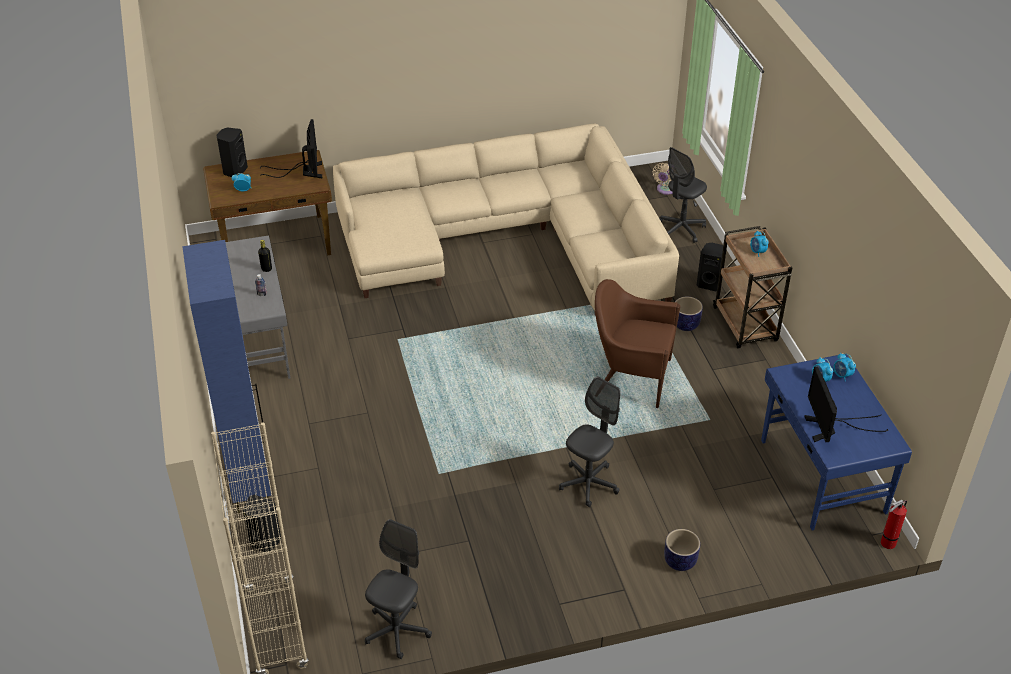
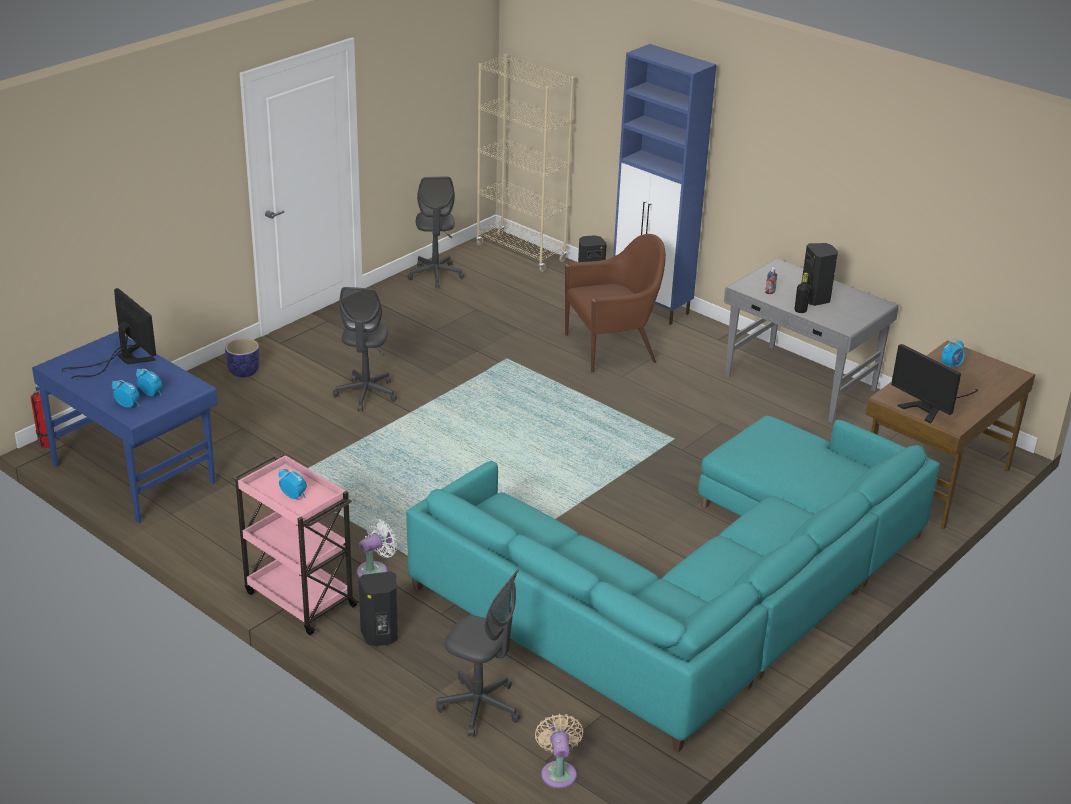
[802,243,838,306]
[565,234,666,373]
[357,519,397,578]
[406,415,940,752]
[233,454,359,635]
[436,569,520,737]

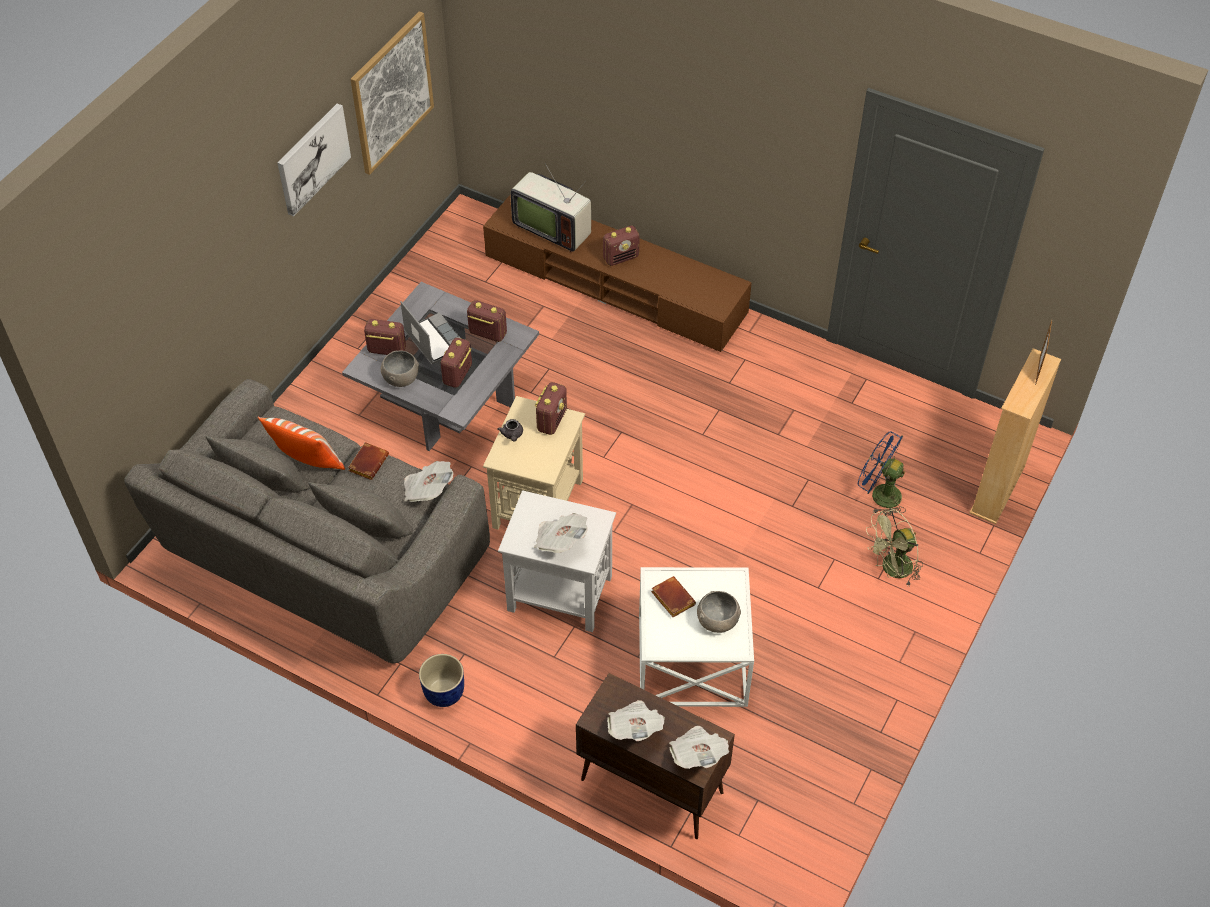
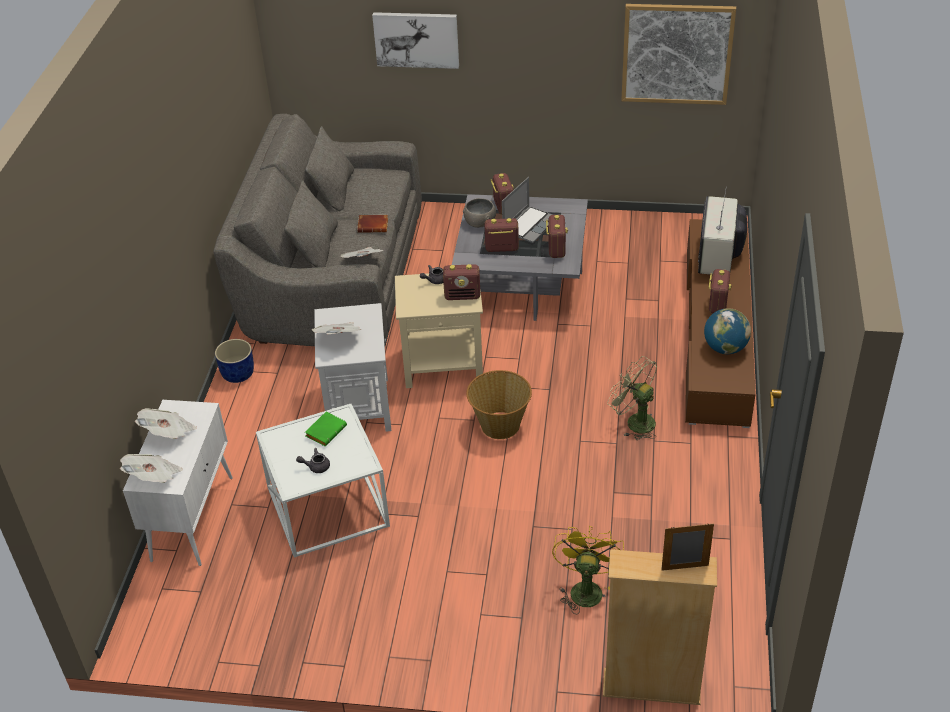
[258,417,345,470] (first image)
[466,370,532,439]
[704,308,751,354]
[372,12,459,69]
[607,356,657,440]
[296,448,330,473]
[123,400,233,566]
[305,412,347,446]
[552,526,624,614]
[709,269,732,313]

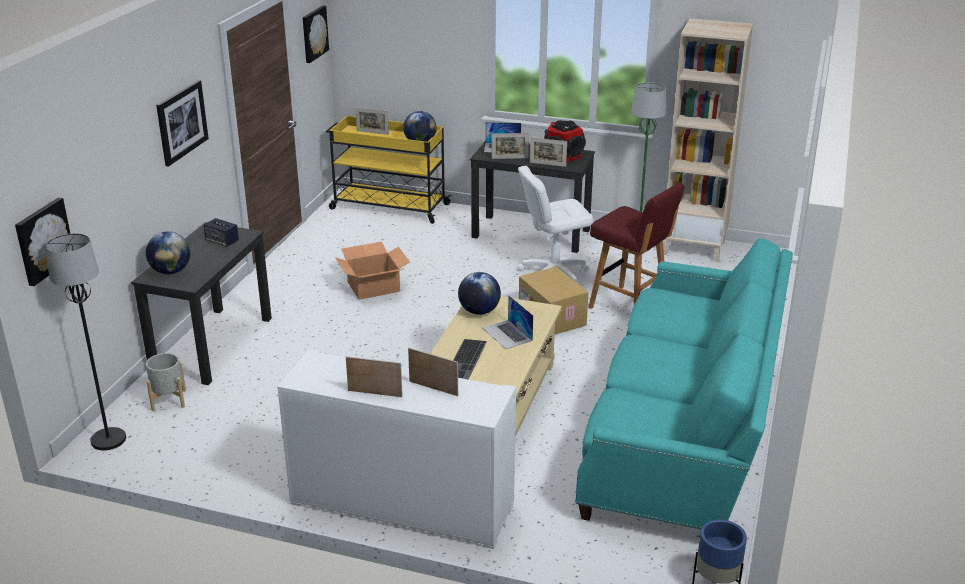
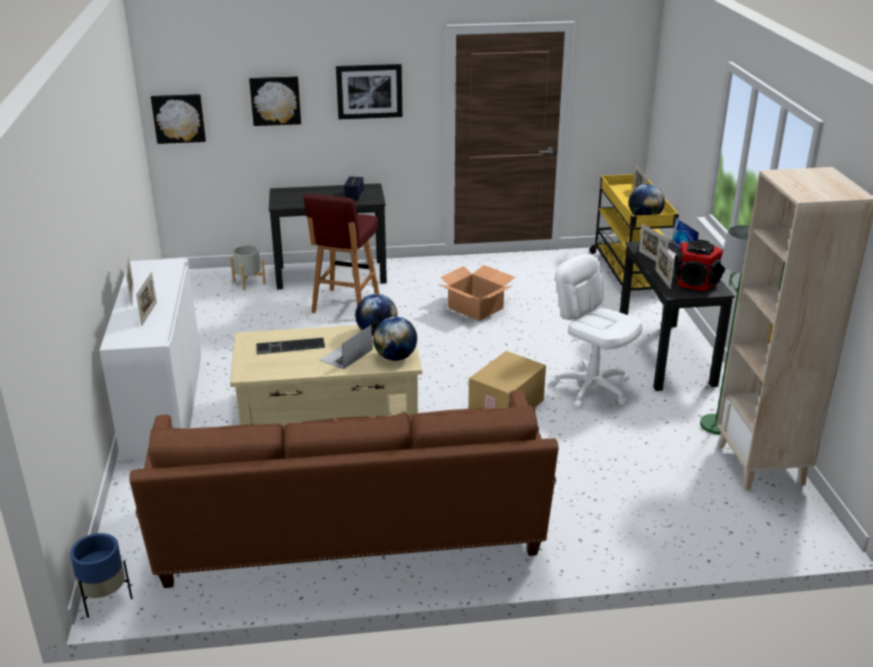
[46,233,126,450] (first image)
[373,317,417,361]
[249,76,301,126]
[304,194,380,313]
[129,390,559,588]

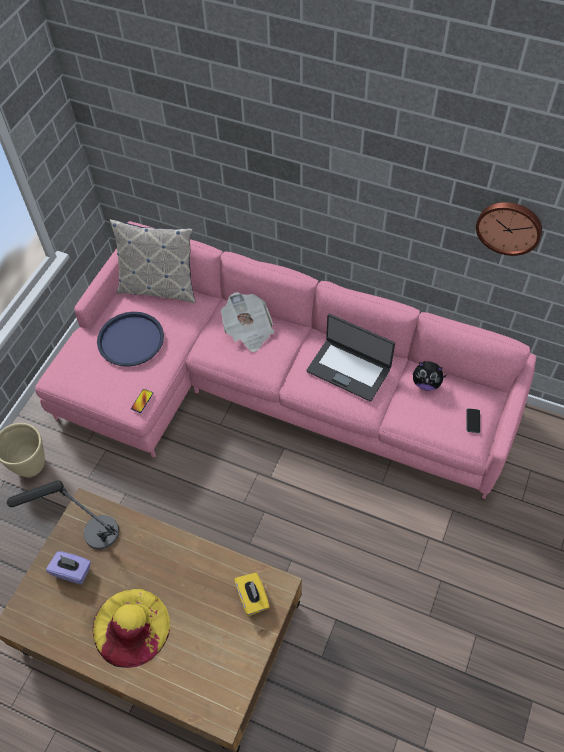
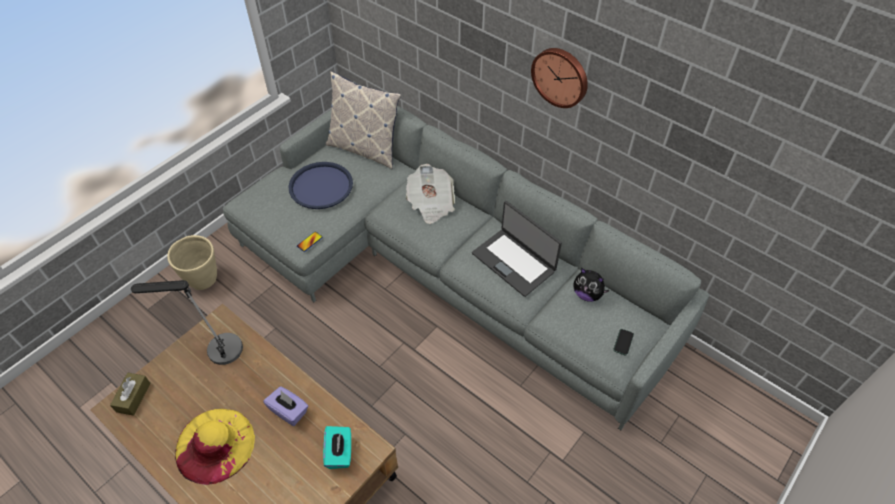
[110,373,150,416]
[263,386,309,426]
[531,48,588,108]
[223,81,709,430]
[323,426,351,469]

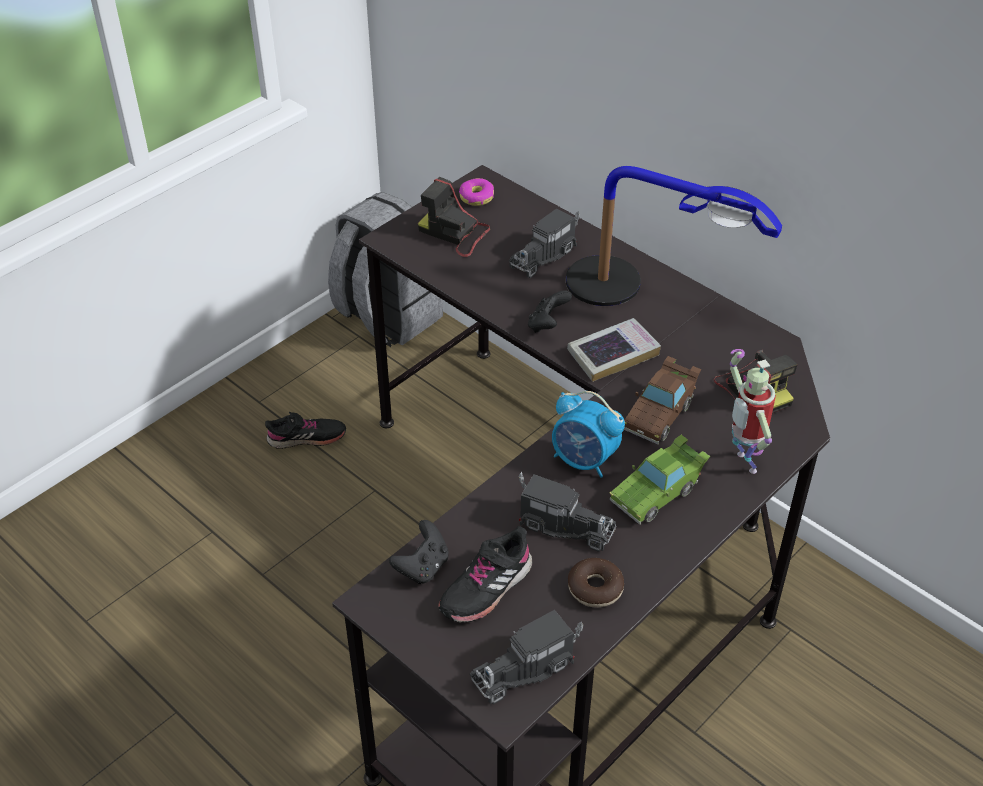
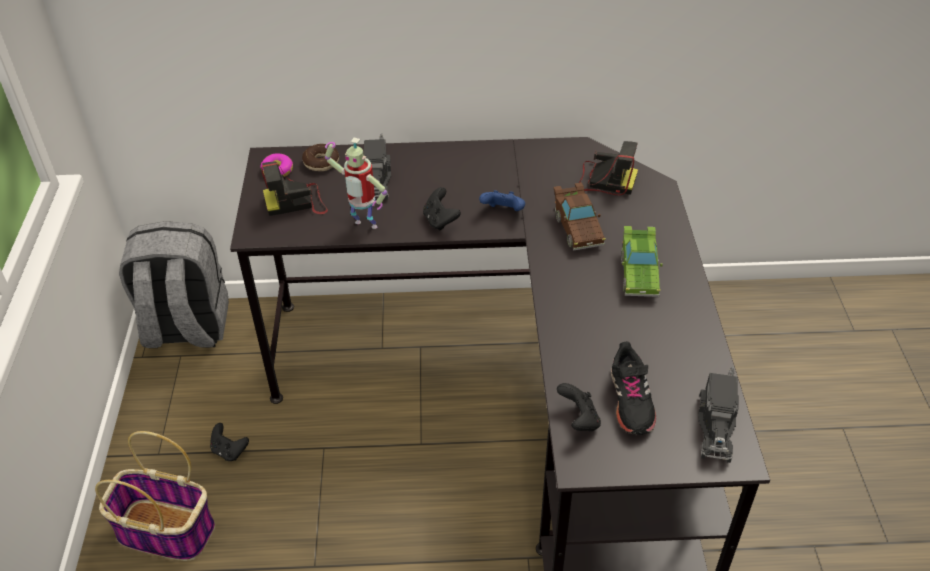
[518,472,616,552] (first image)
[552,391,625,478] (first image)
[566,166,782,306] (first image)
[95,431,215,561]
[302,144,339,171]
[325,138,387,229]
[210,423,249,461]
[479,190,525,211]

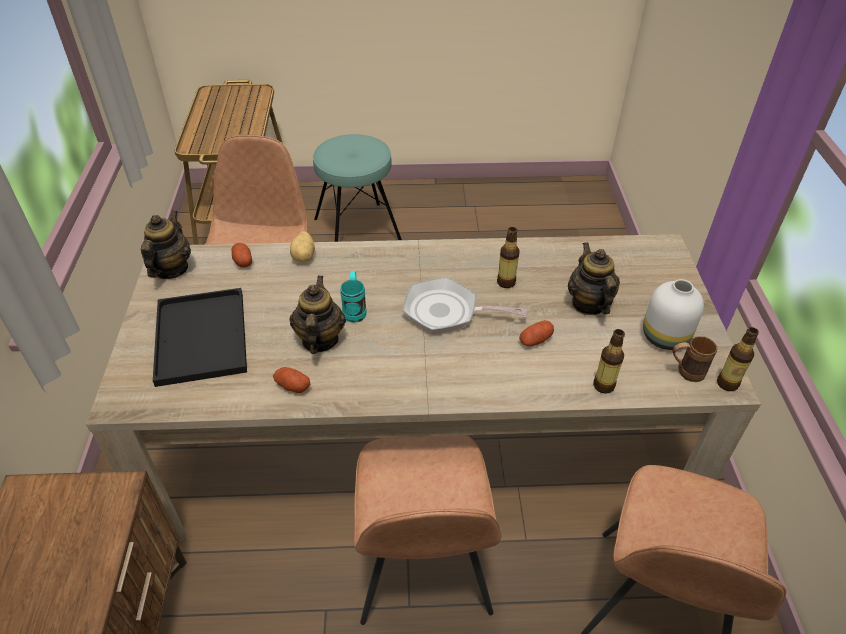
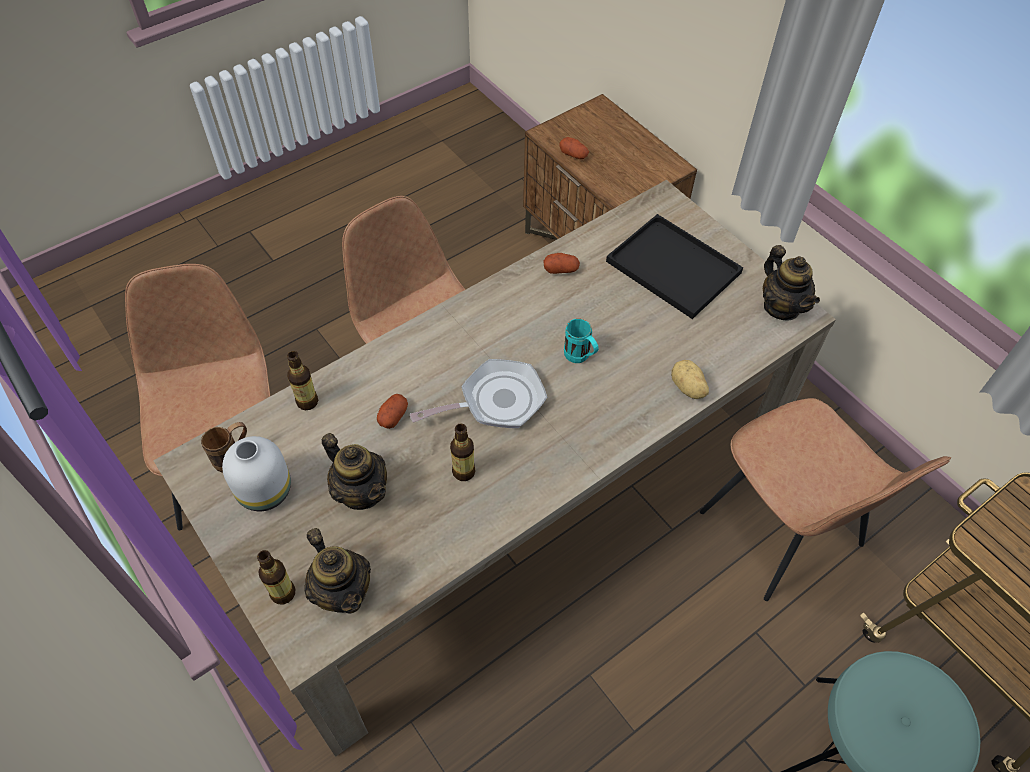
[559,137,589,159]
[304,528,371,613]
[257,550,295,604]

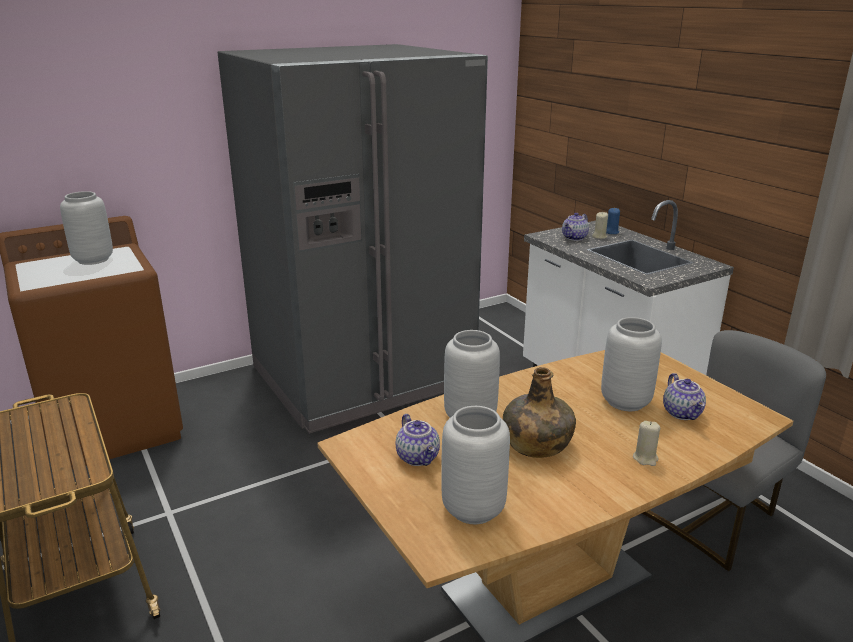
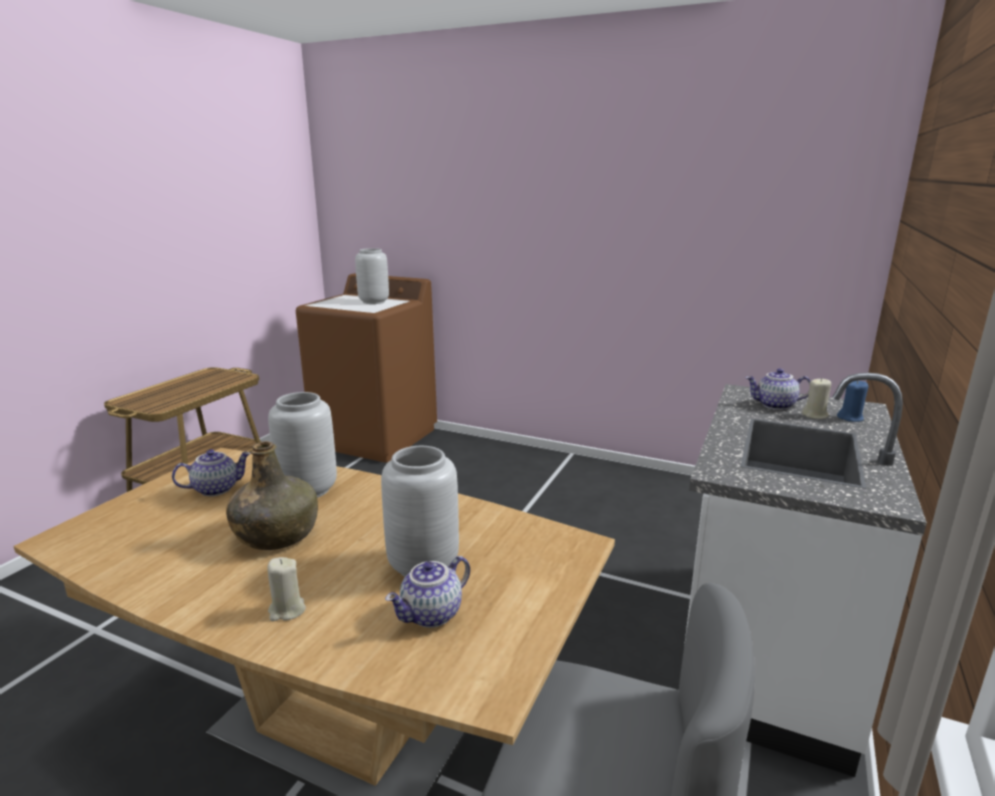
[217,44,488,434] (first image)
[441,406,510,524] (first image)
[172,449,251,496]

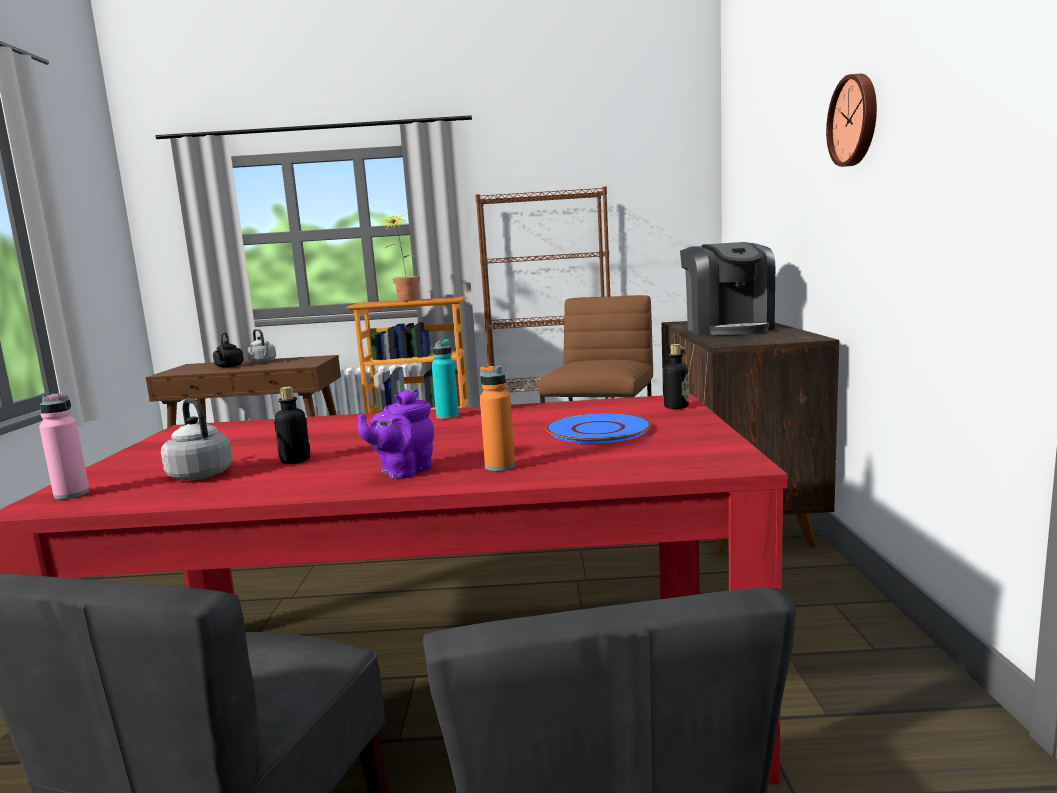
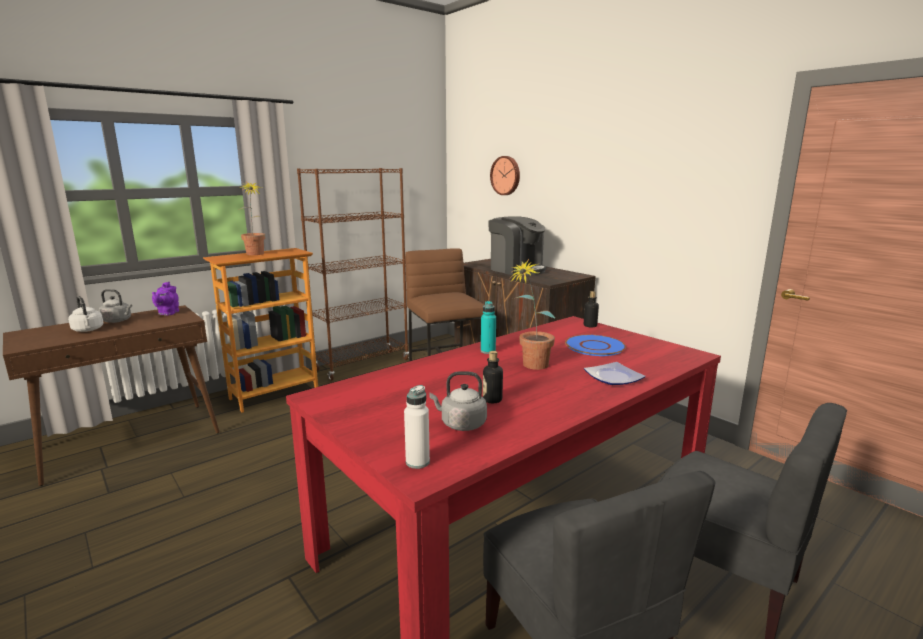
[511,259,555,370]
[152,282,179,316]
[490,156,520,195]
[584,362,646,385]
[404,385,430,469]
[68,296,104,332]

